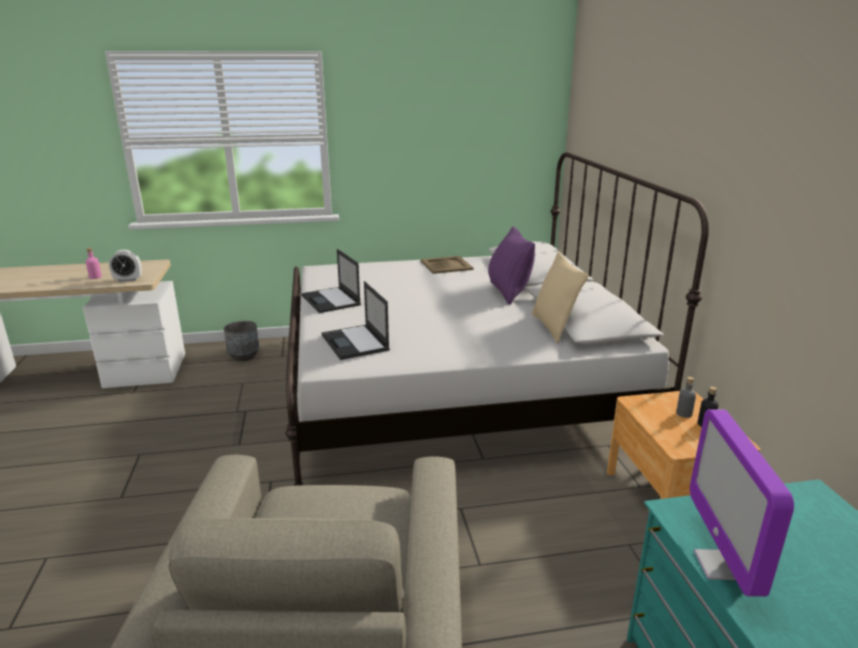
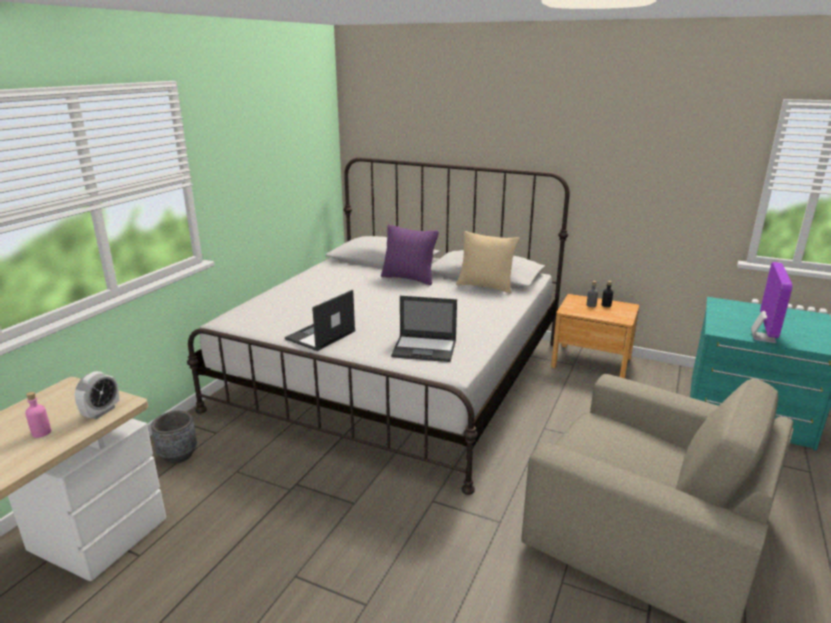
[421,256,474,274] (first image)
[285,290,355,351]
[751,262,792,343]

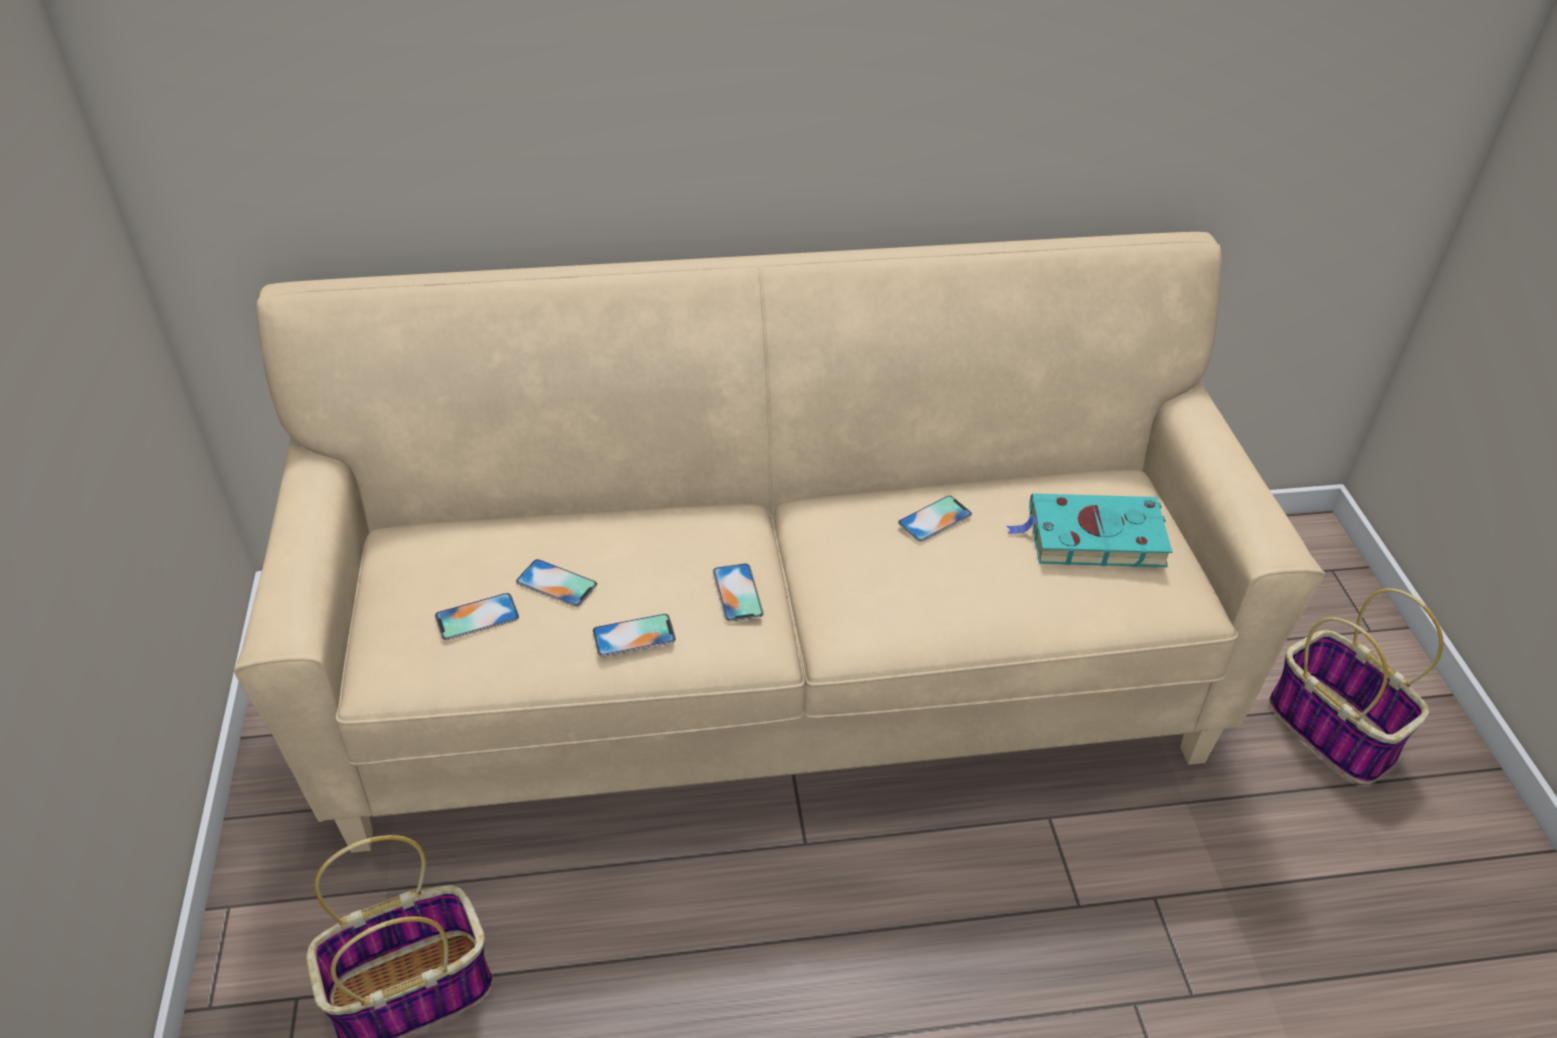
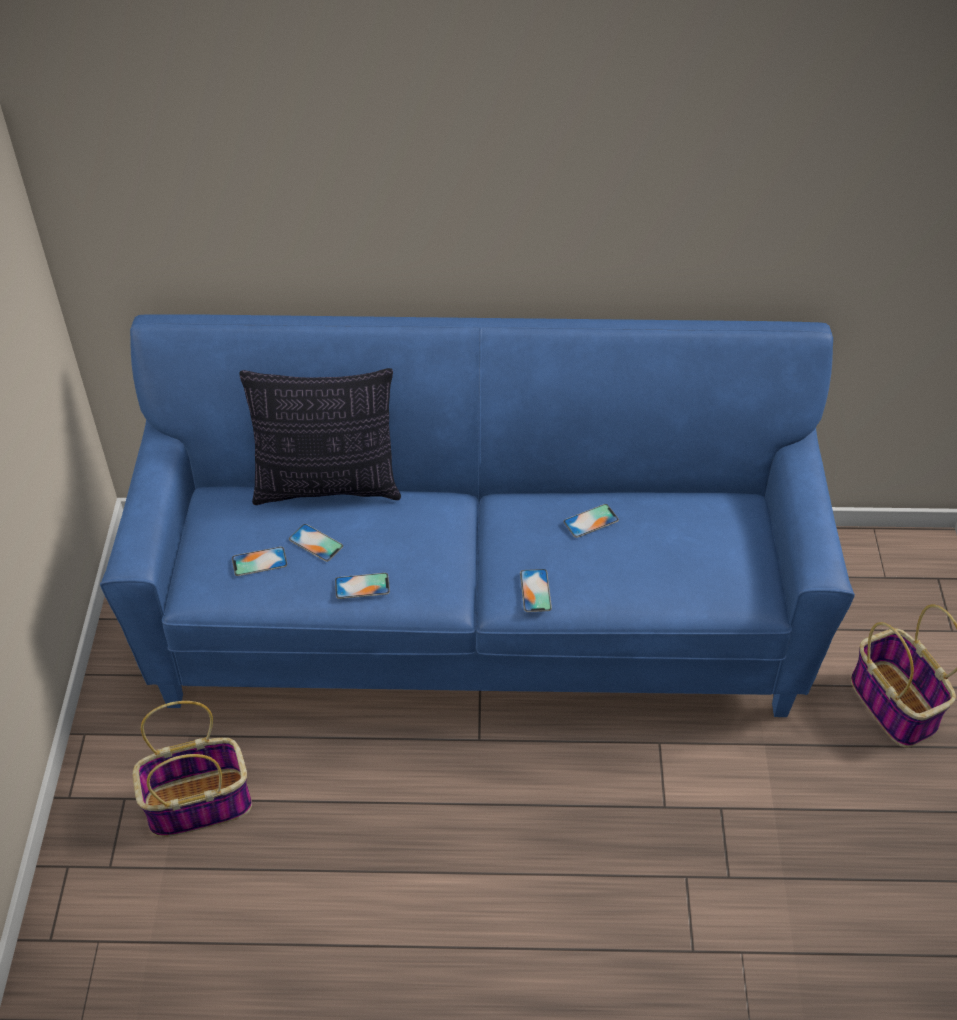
[1007,493,1172,567] (first image)
[239,368,401,505]
[520,569,552,612]
[100,314,855,717]

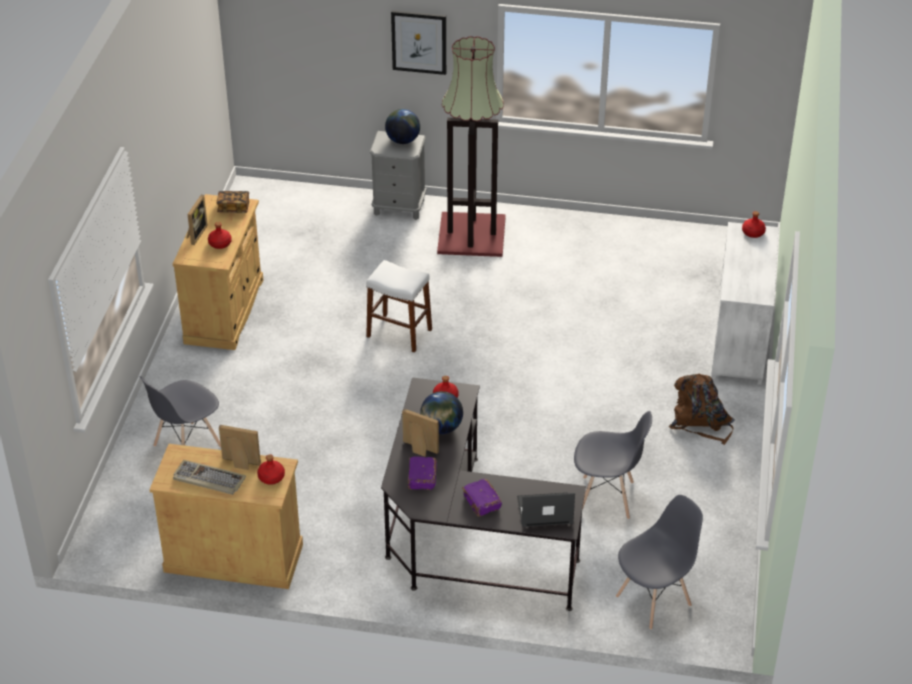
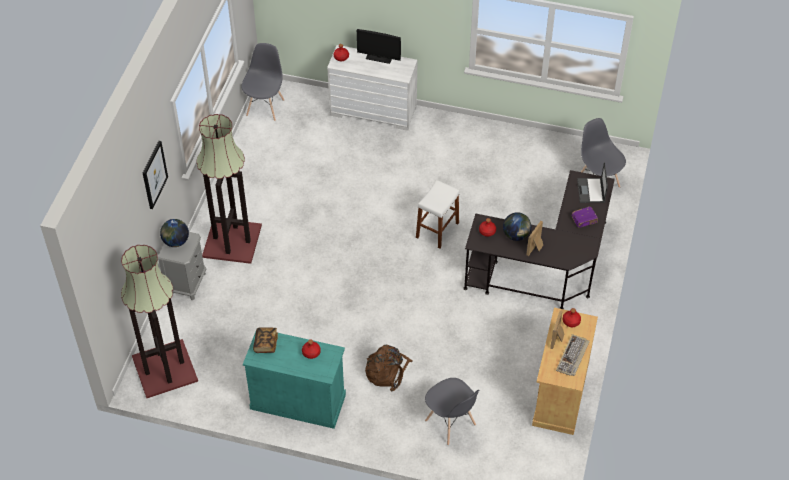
[187,195,208,245] (first image)
[408,456,437,490] (first image)
[121,245,198,398]
[357,29,401,64]
[416,180,460,249]
[241,43,284,121]
[365,345,413,391]
[243,332,346,429]

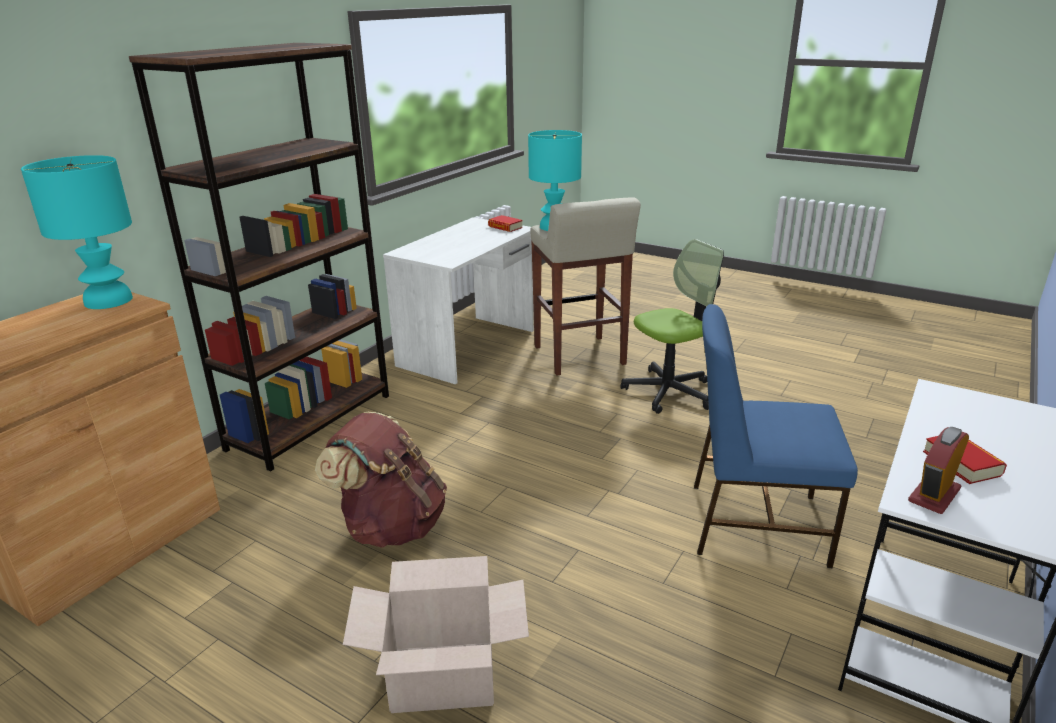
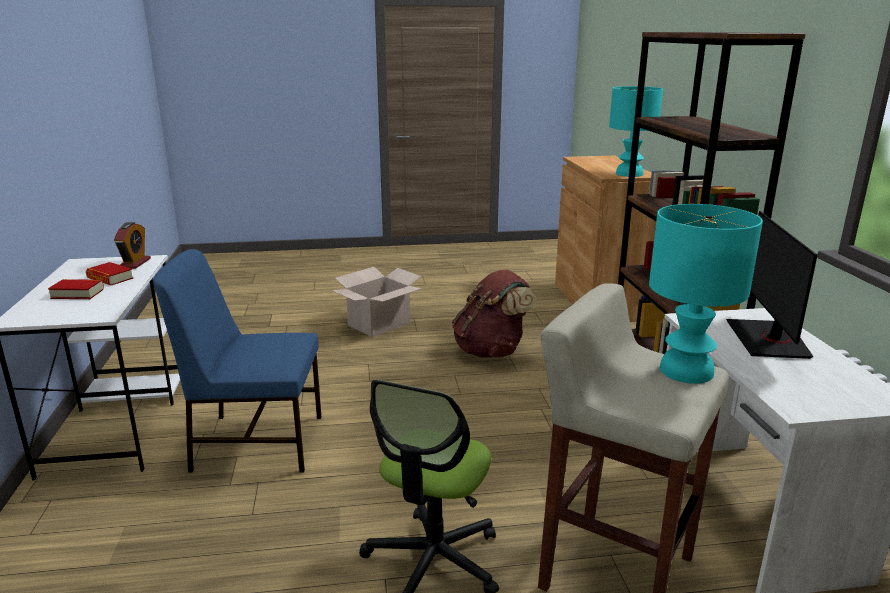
[726,211,818,359]
[48,279,104,299]
[153,249,322,473]

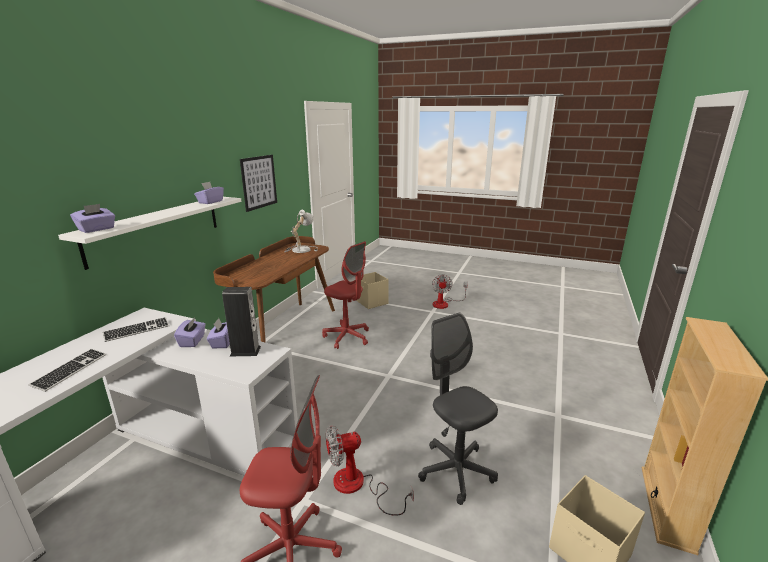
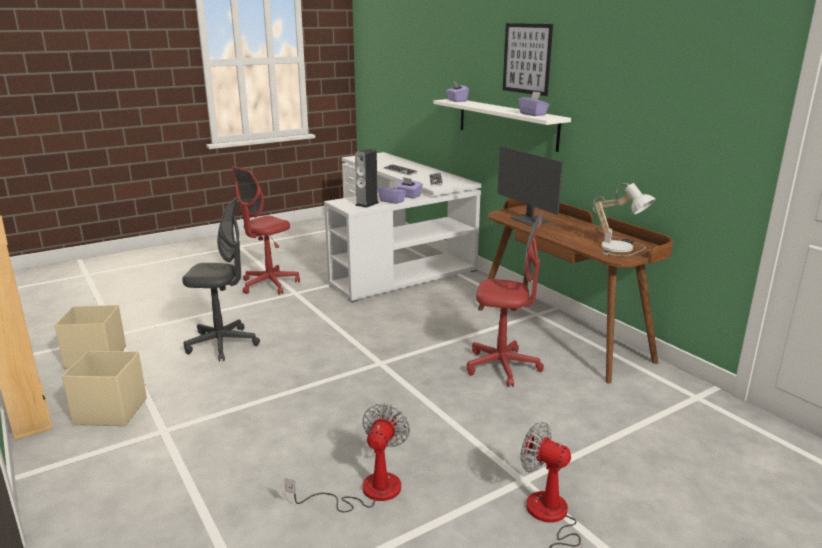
[497,146,563,226]
[503,23,553,96]
[285,403,410,512]
[62,351,147,426]
[467,212,544,387]

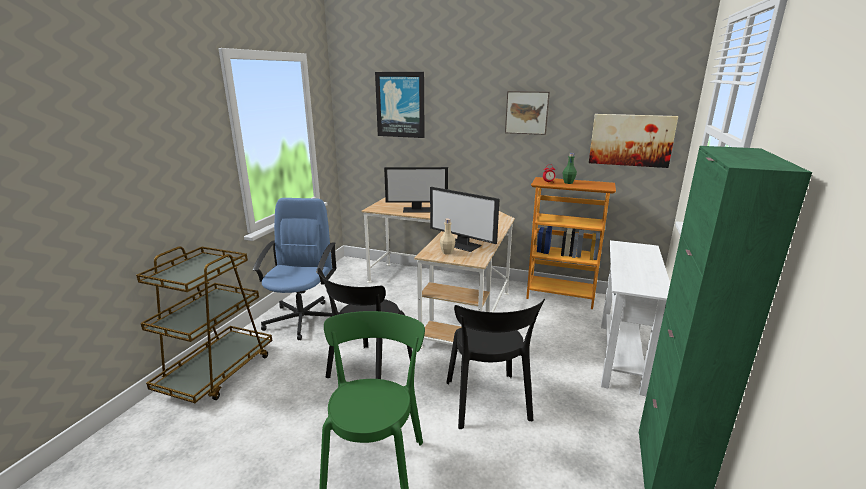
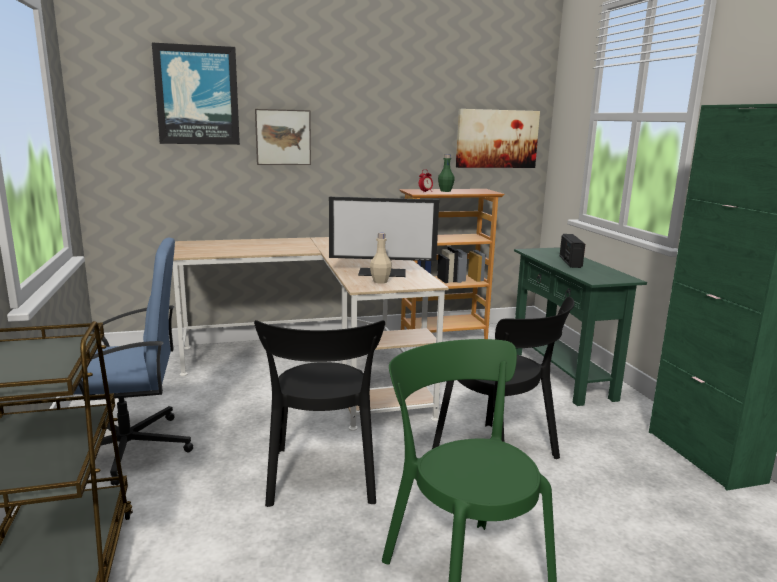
[384,167,448,213] (first image)
[560,234,585,268]
[255,109,311,165]
[514,247,647,406]
[74,238,193,485]

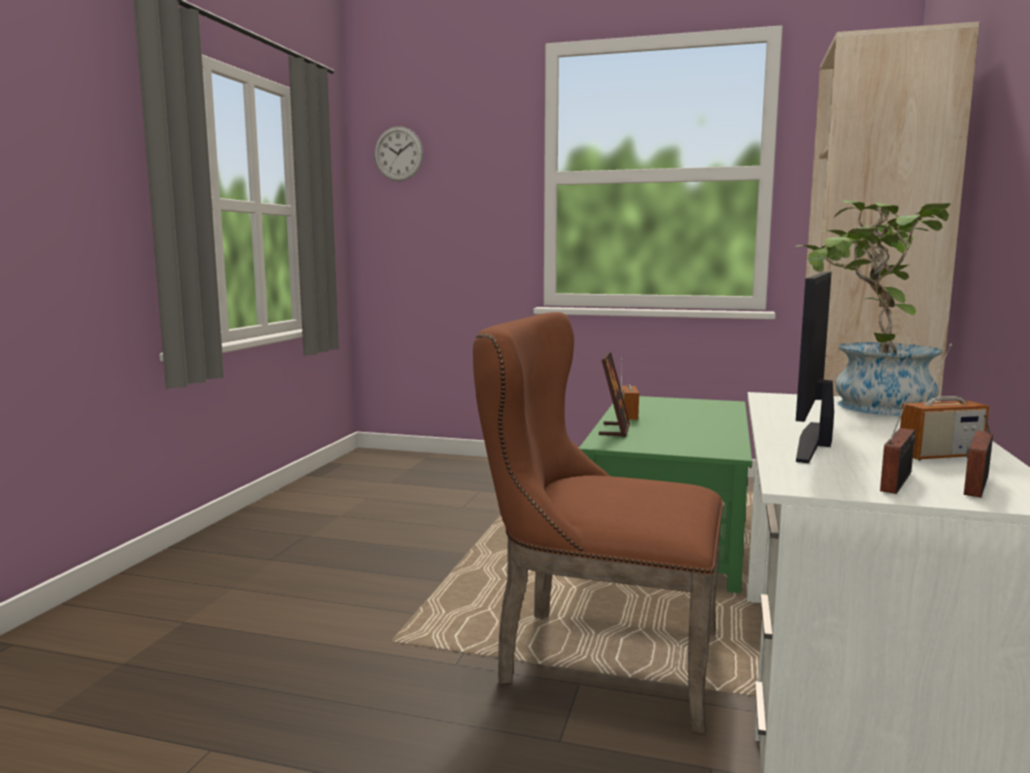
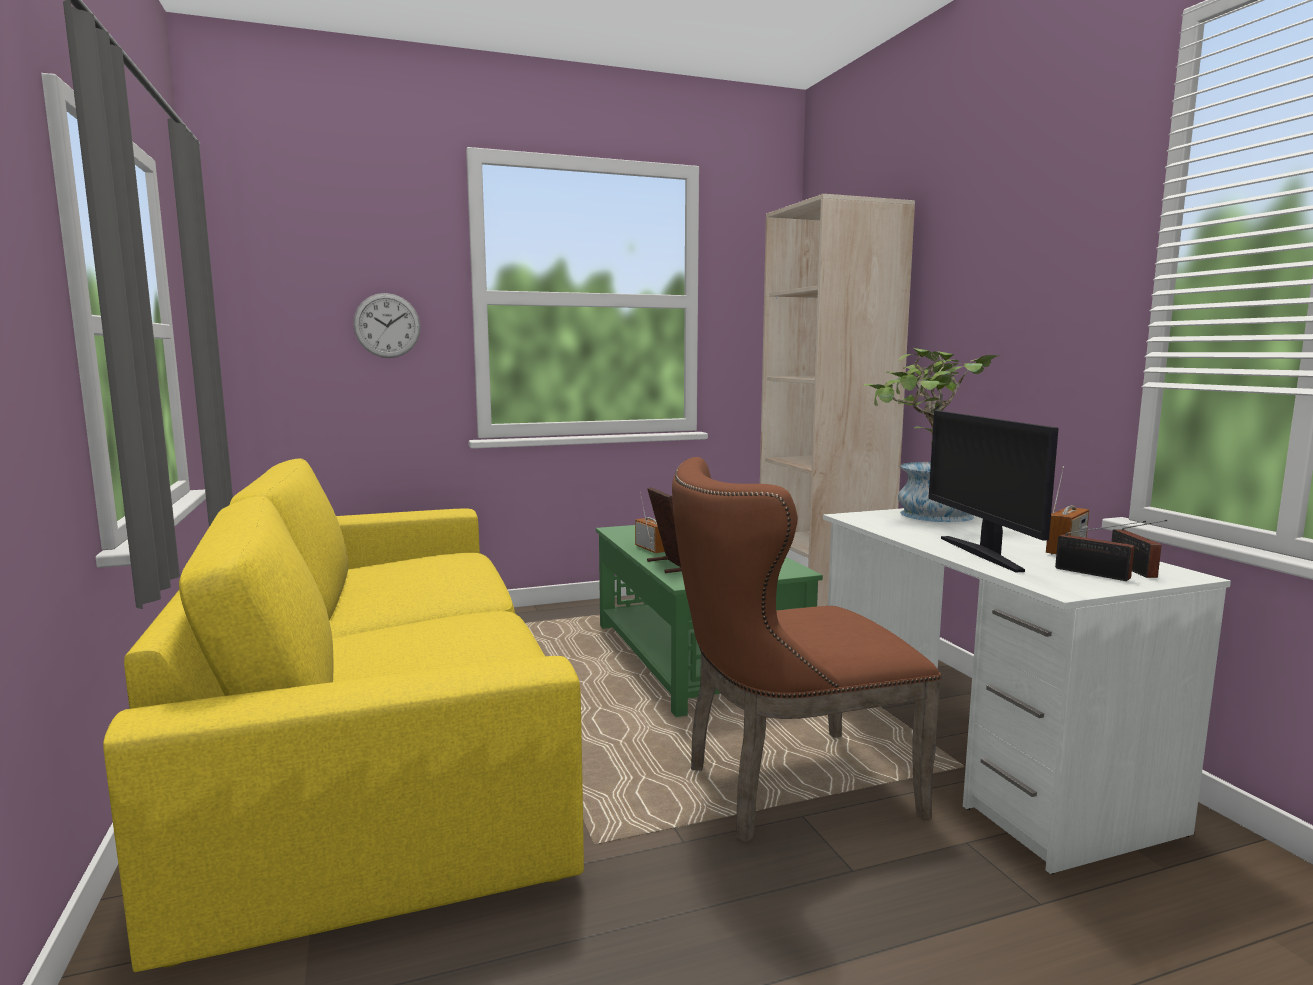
[103,459,584,972]
[353,293,421,358]
[1055,521,1146,581]

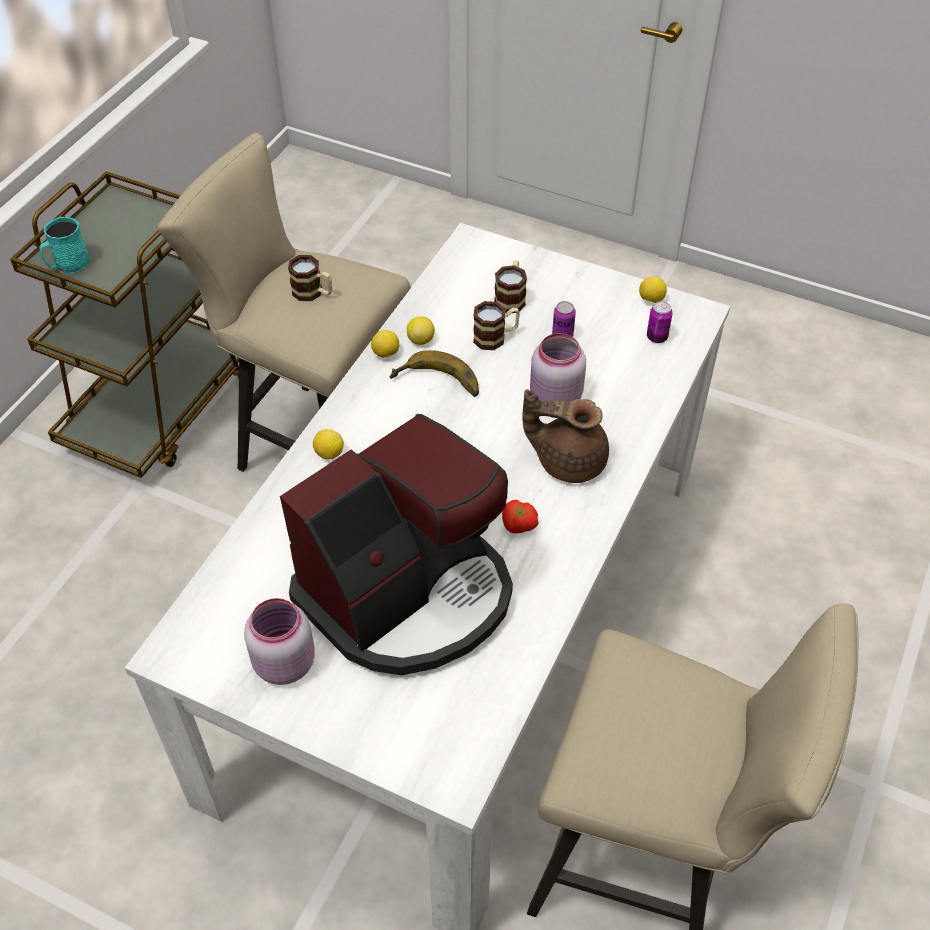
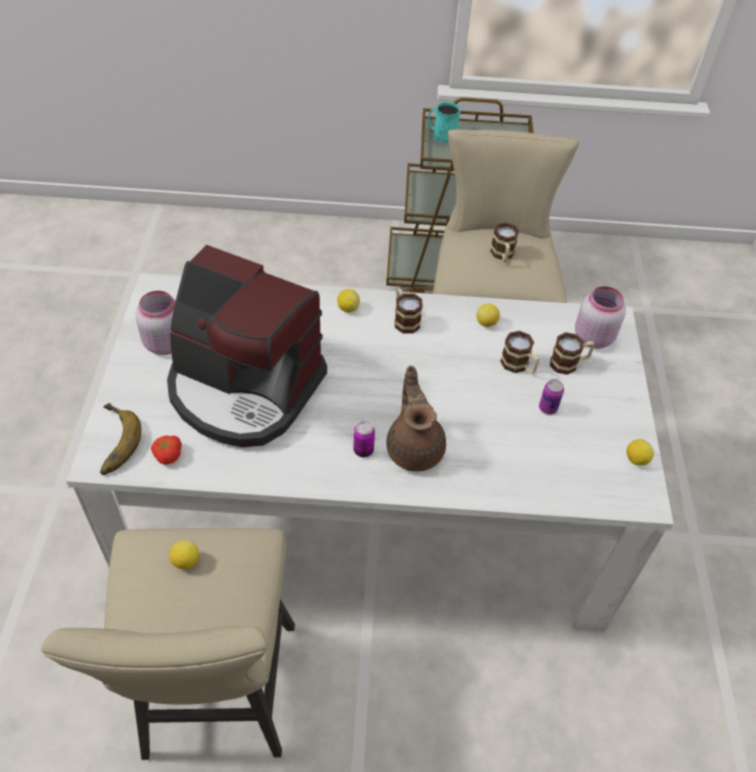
[395,289,423,334]
[169,540,199,569]
[100,403,141,475]
[151,435,182,465]
[575,286,626,349]
[353,421,375,457]

